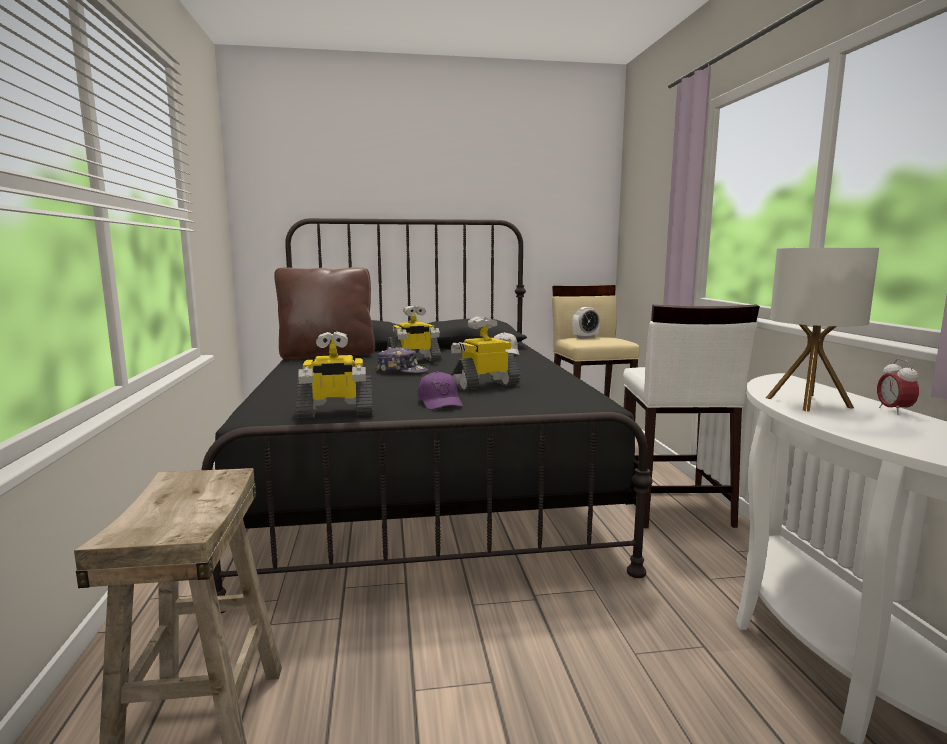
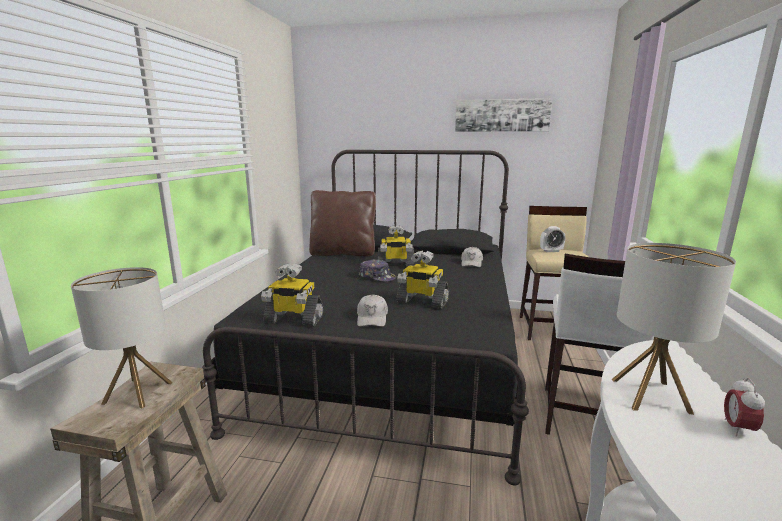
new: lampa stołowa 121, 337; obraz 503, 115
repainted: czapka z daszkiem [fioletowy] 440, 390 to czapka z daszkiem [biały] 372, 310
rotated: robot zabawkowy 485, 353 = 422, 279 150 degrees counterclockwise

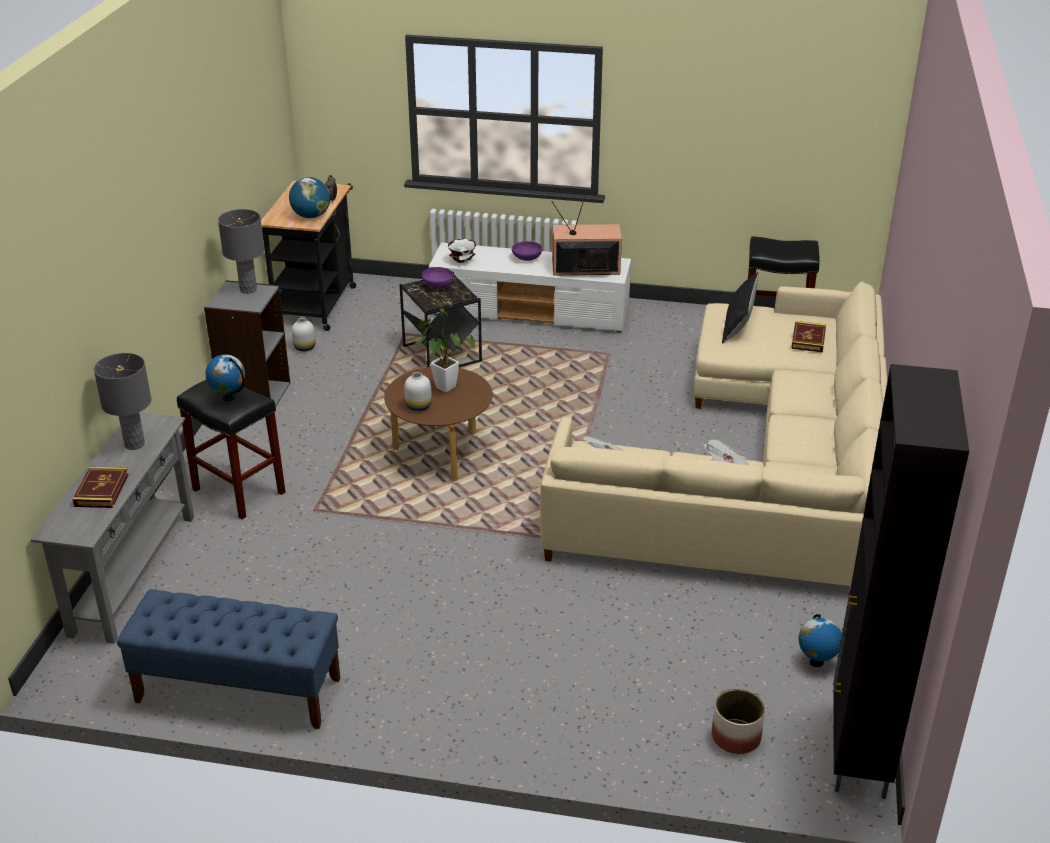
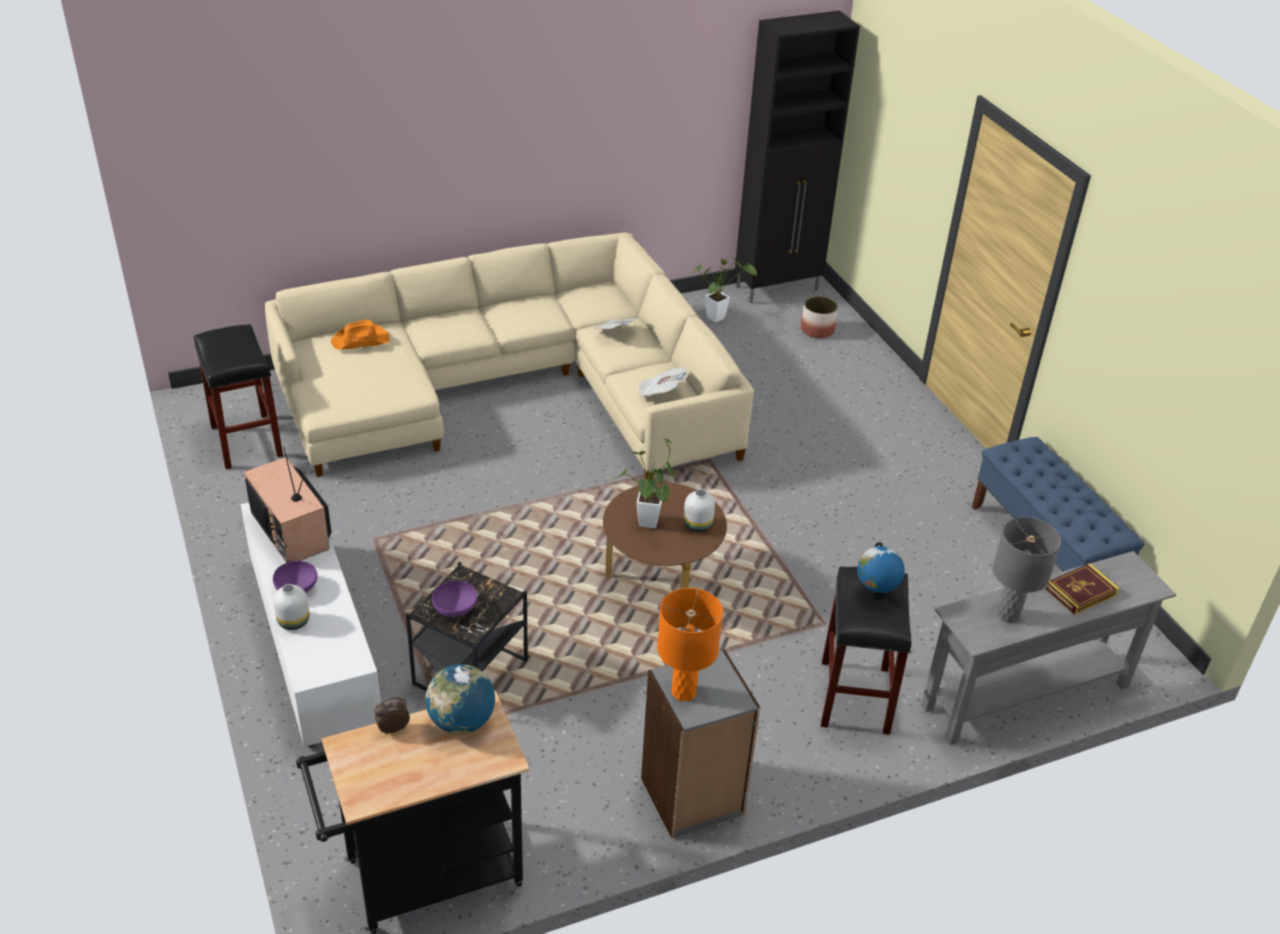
gone: miska [biały] 462, 251; poduszka [czarny] 740, 308
shifted: wazon [biały] 304, 335 to 291, 607
swapped: książka 808, 337 to kapelusz [pomarańczowy] 360, 334; globus 820, 640 to roślina doniczkowa 725, 290
repainted: lampa stołowa [szary] 241, 251 to lampa stołowa [pomarańczowy] 690, 644

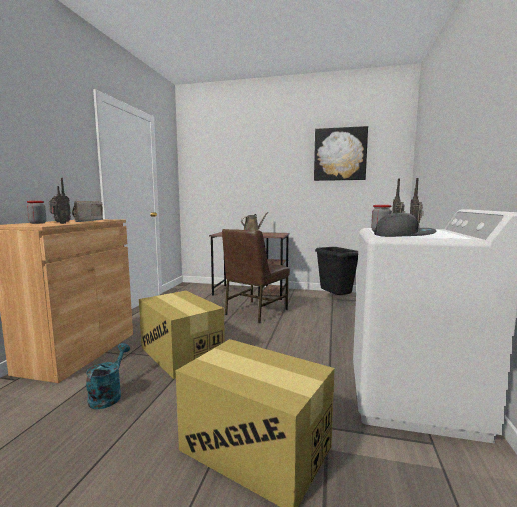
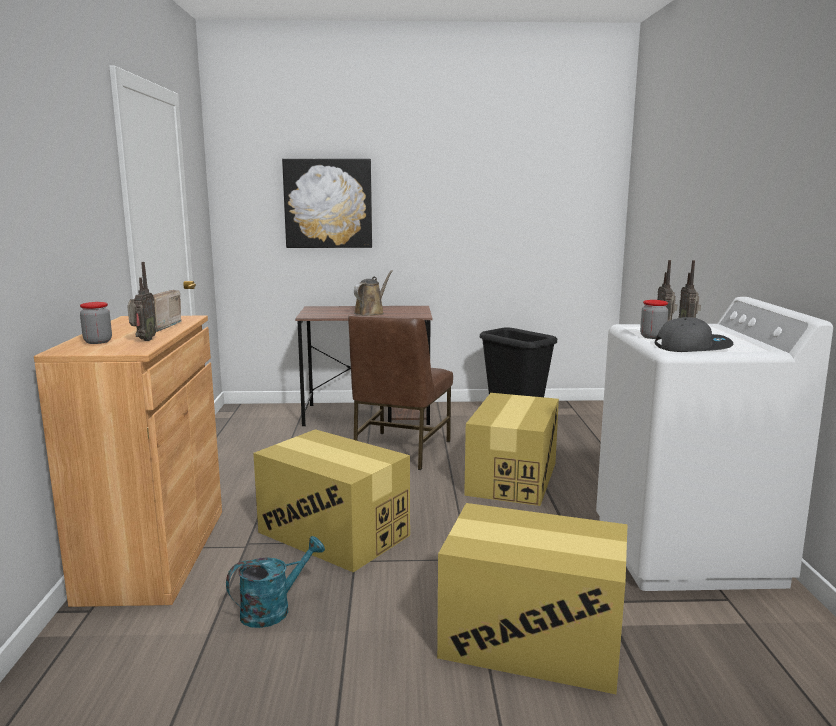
new: karton 511, 449
shifted: obraz 341, 153 to 327, 203
rotated: konewka [turkusowy] 108, 376 = 275, 582 60 degrees clockwise

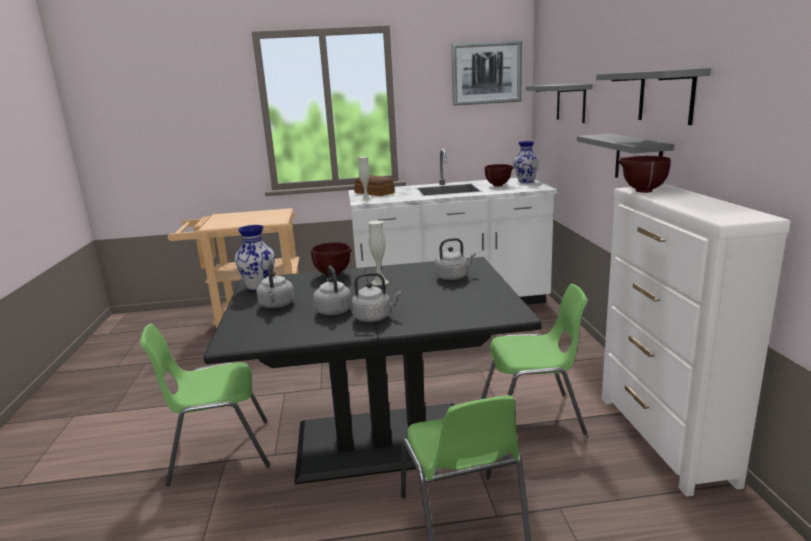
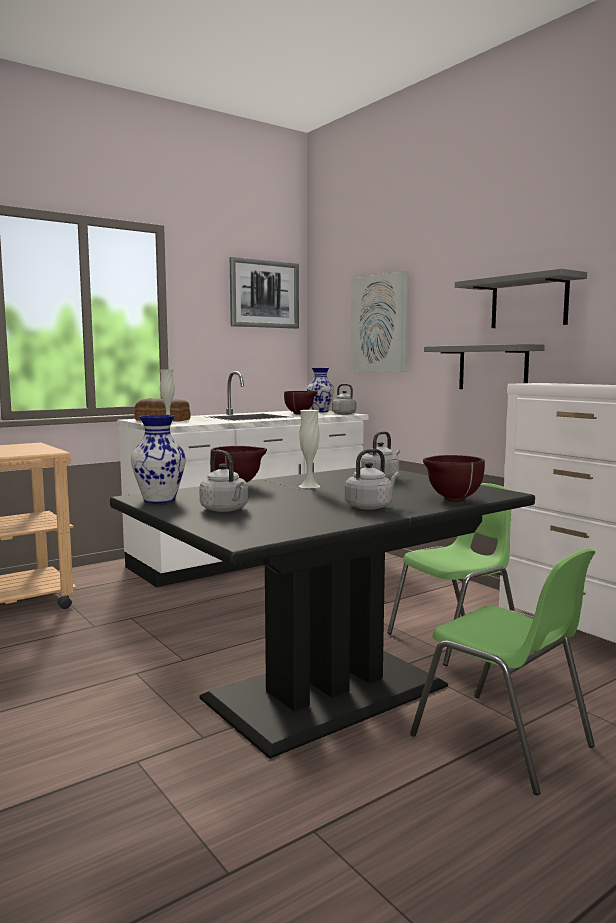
gone: krzesło [zielony] 205, 404
shifted: czajnik [szary] 332, 290 to 343, 399; miska [brązowy] 644, 174 to 454, 478
swapped: półka [szary] 559, 103 to obraz 379, 321

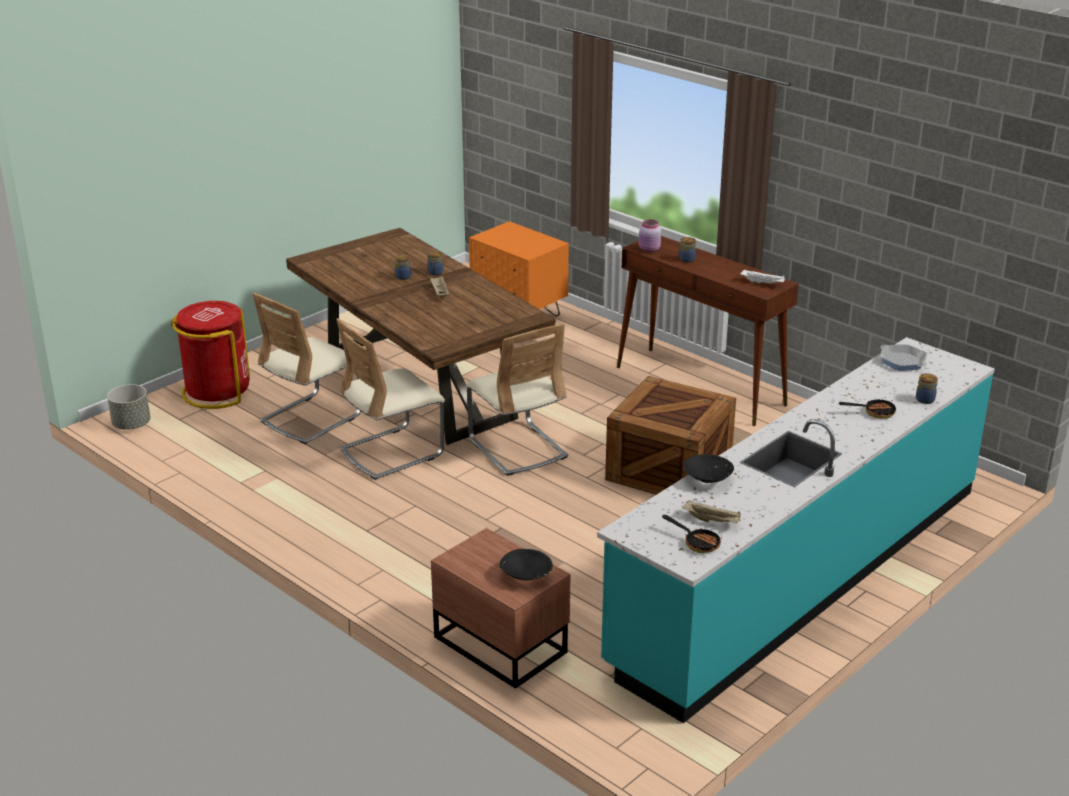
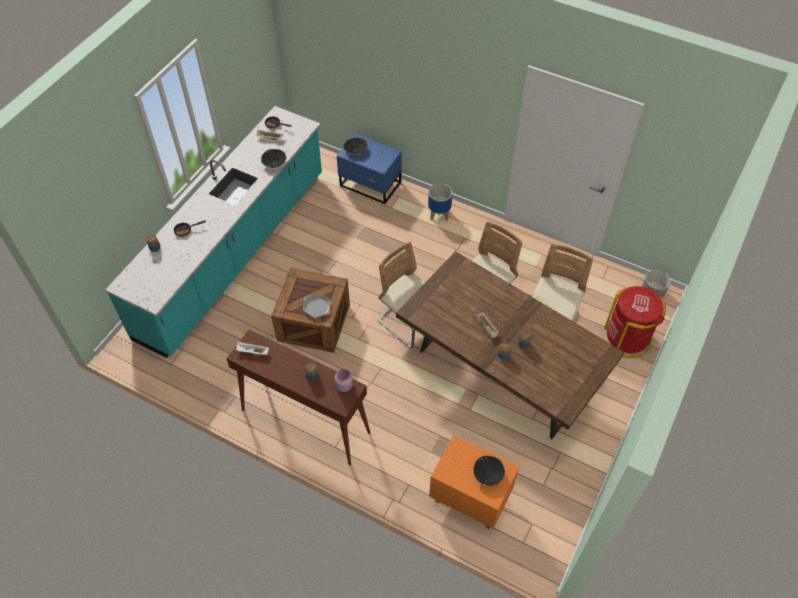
new: donica 440, 202; miska [czarny] 489, 471
shifted: patelnia 903, 357 to 317, 305
repainted: szafka nocna [brązowy] 500, 608 to szafka nocna [niebieski] 369, 169

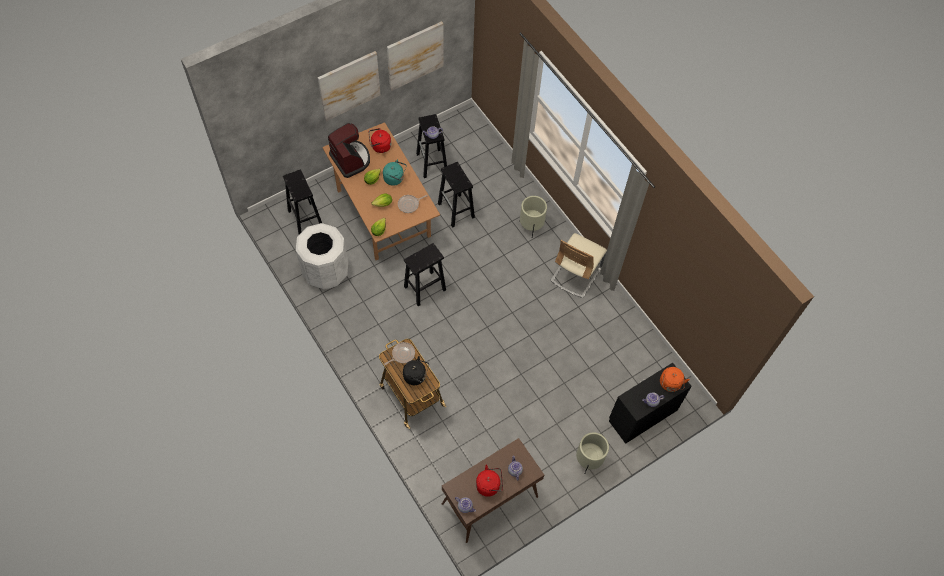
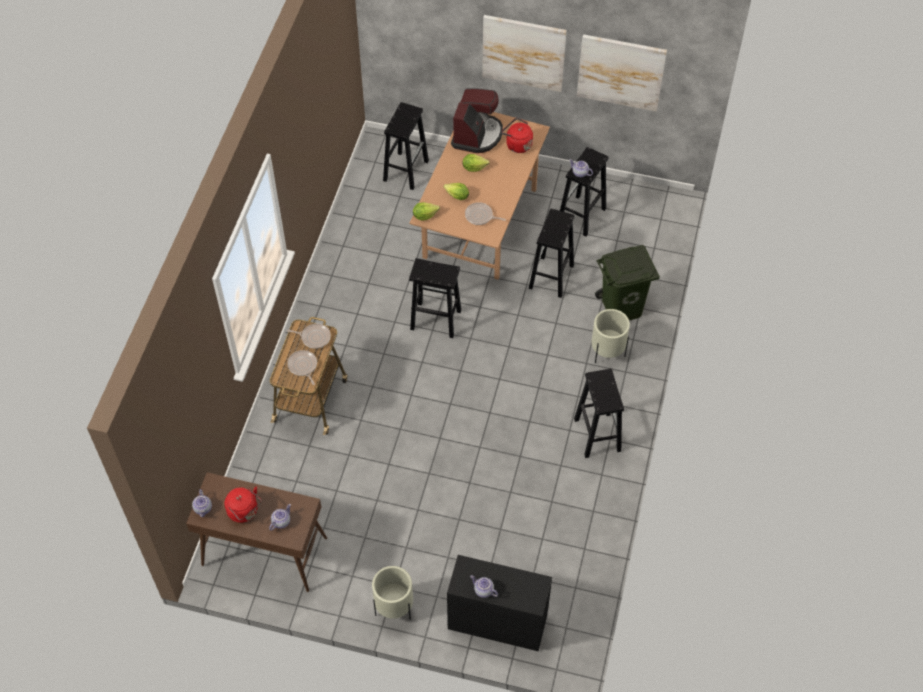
gone: kosz na śmieci [biały] 322, 256; czajnik [turkusowy] 395, 173; czajnik [pomarańczowy] 675, 379
new: kosz na śmieci [zielony] 627, 282
swapped: czajnik [czarny] 416, 370 to patelnia 302, 367; krzesło [beżowy] 578, 265 to stołek [czarny] 599, 413

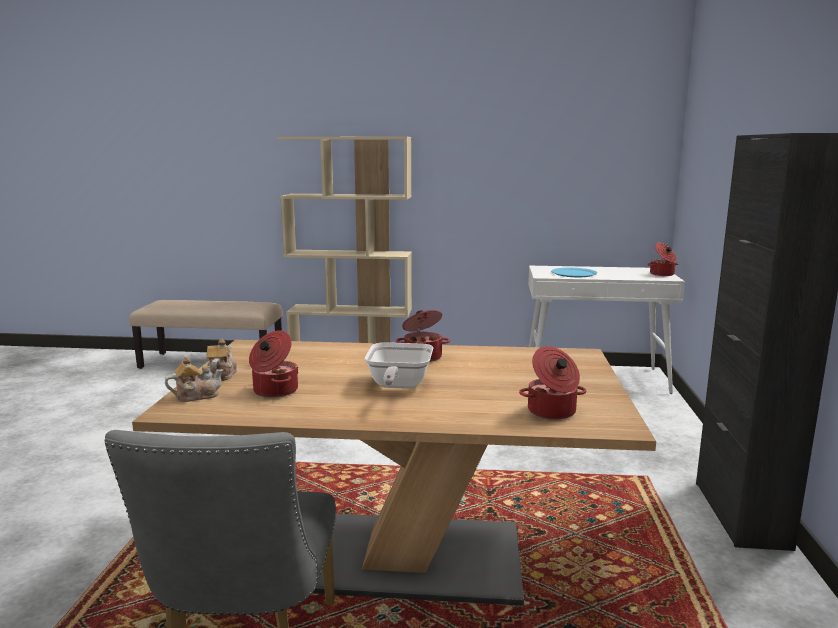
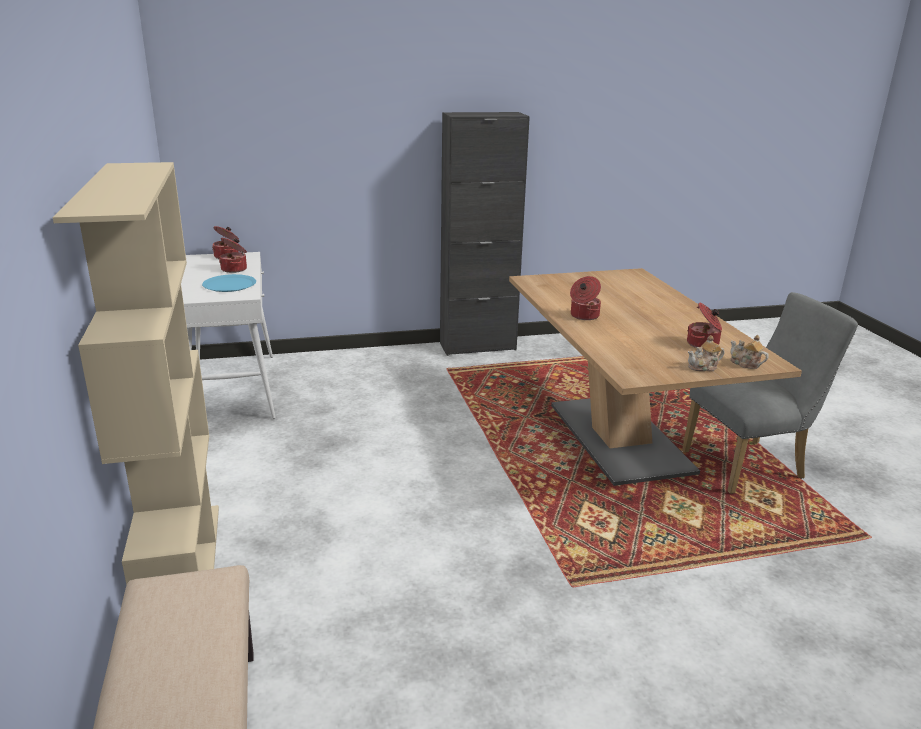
gone: patelnia 399, 365
shifted: garnek 552, 383 to 233, 255

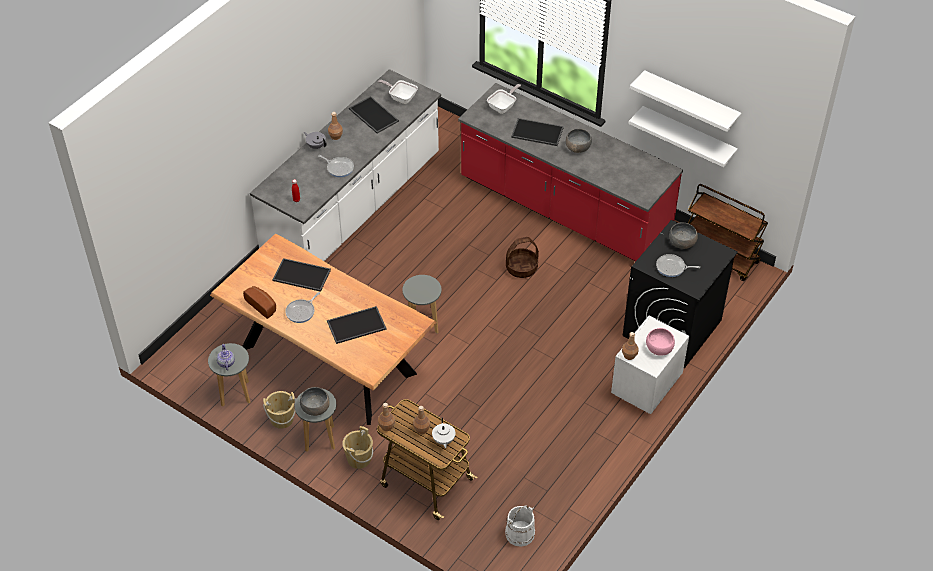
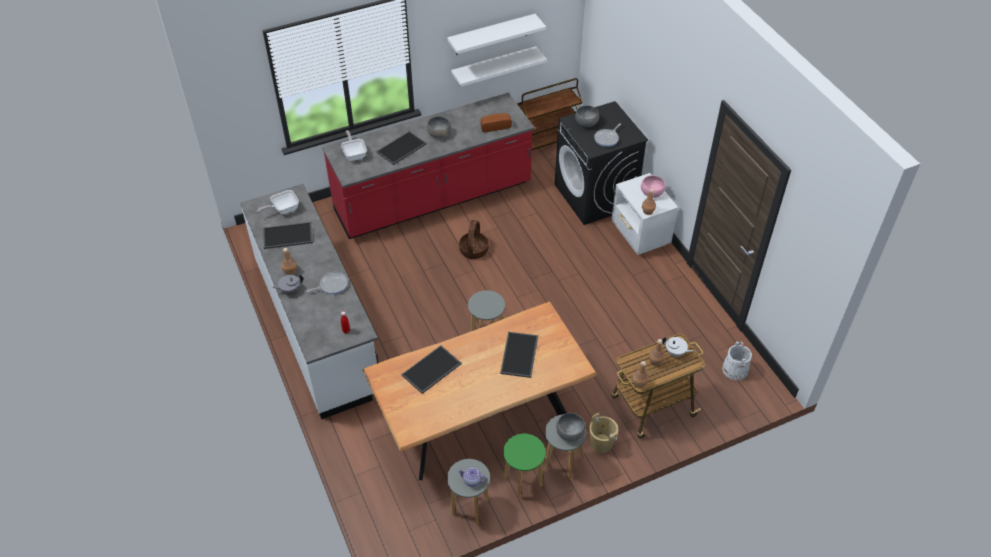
gone: patelnia 302, 307
shifted: chleb 259, 302 to 496, 123
swapped: wiadro [beżowy] 279, 410 to stołek [zielony] 524, 466

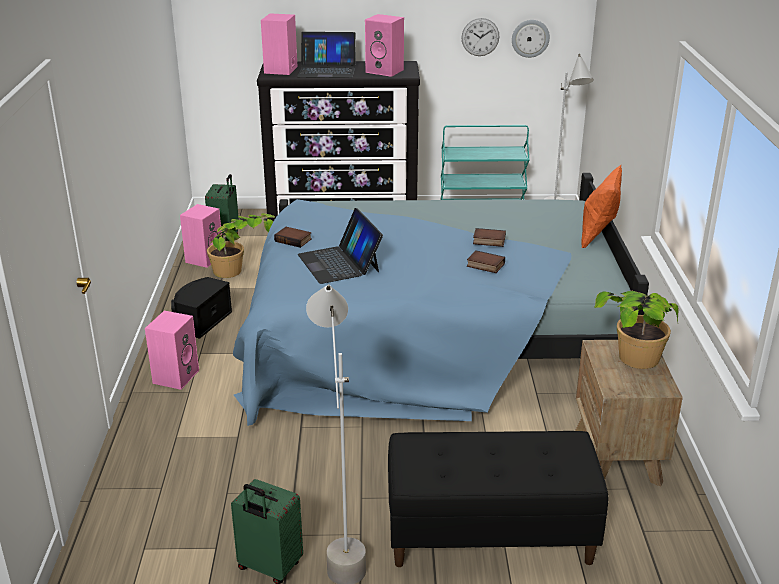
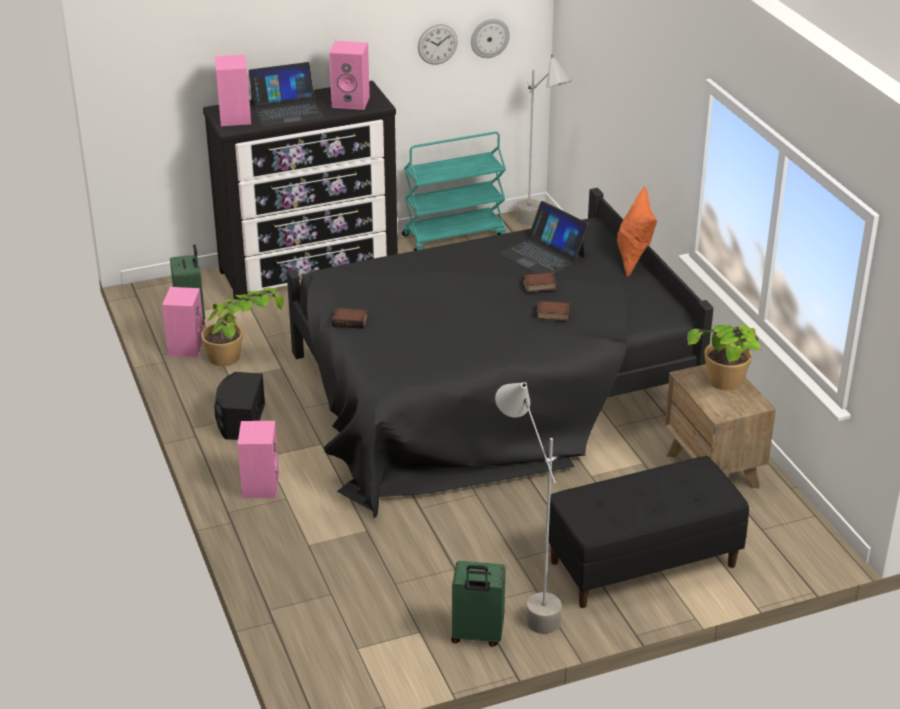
shifted: laptop 340, 246 to 544, 237
repainted: łóżko [niebieski] 441, 299 to łóżko [czarny] 500, 353

